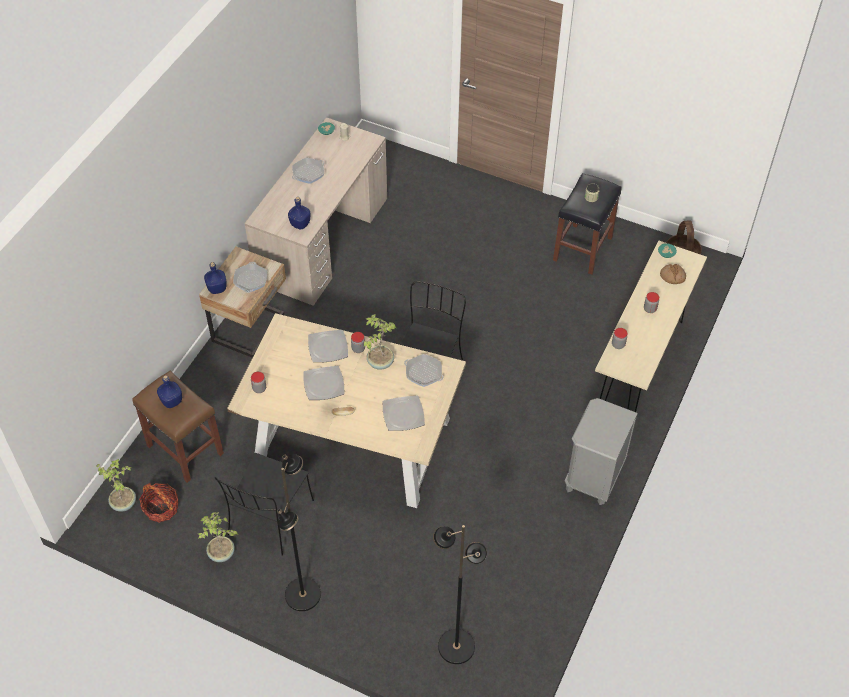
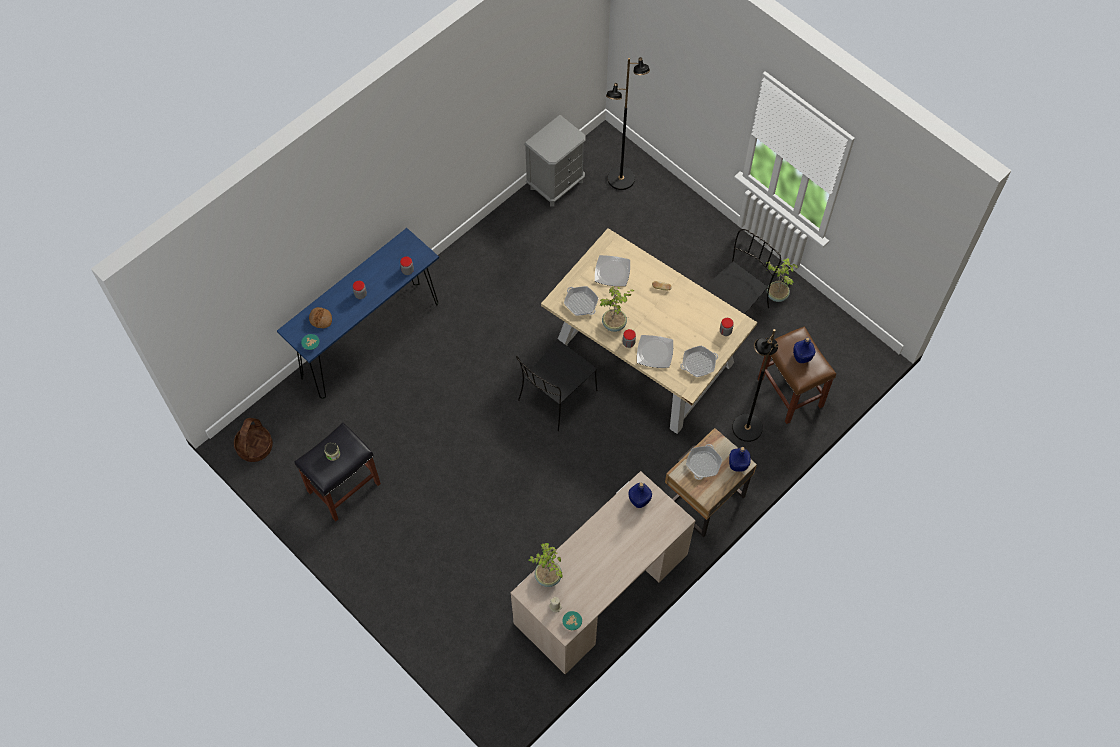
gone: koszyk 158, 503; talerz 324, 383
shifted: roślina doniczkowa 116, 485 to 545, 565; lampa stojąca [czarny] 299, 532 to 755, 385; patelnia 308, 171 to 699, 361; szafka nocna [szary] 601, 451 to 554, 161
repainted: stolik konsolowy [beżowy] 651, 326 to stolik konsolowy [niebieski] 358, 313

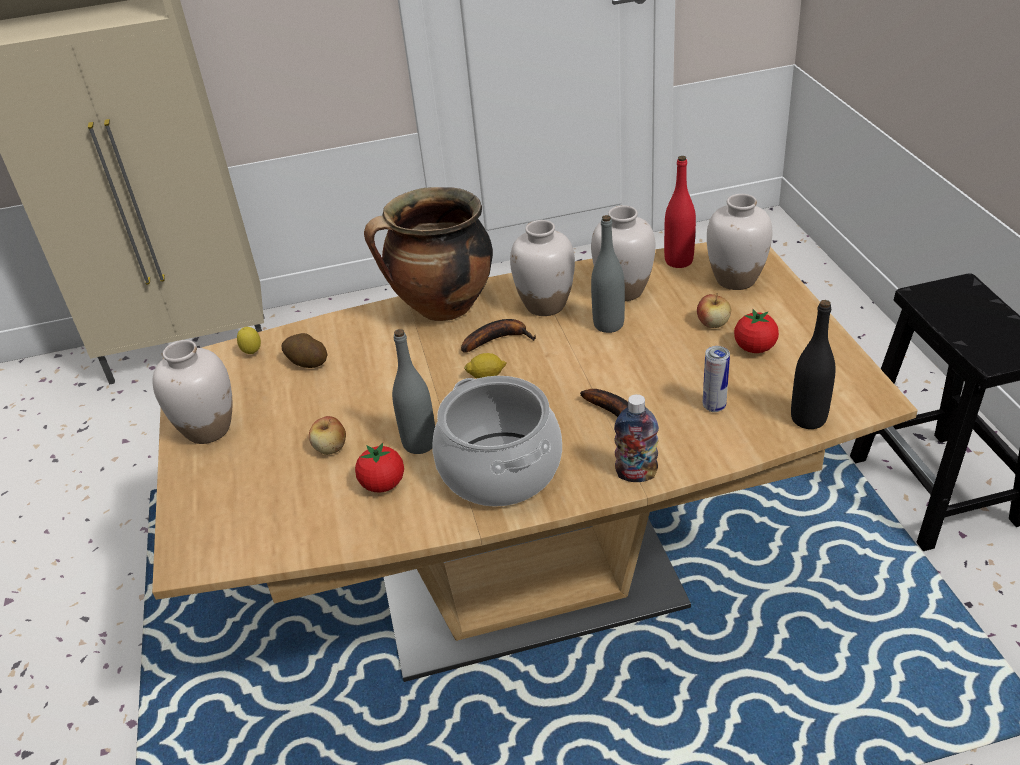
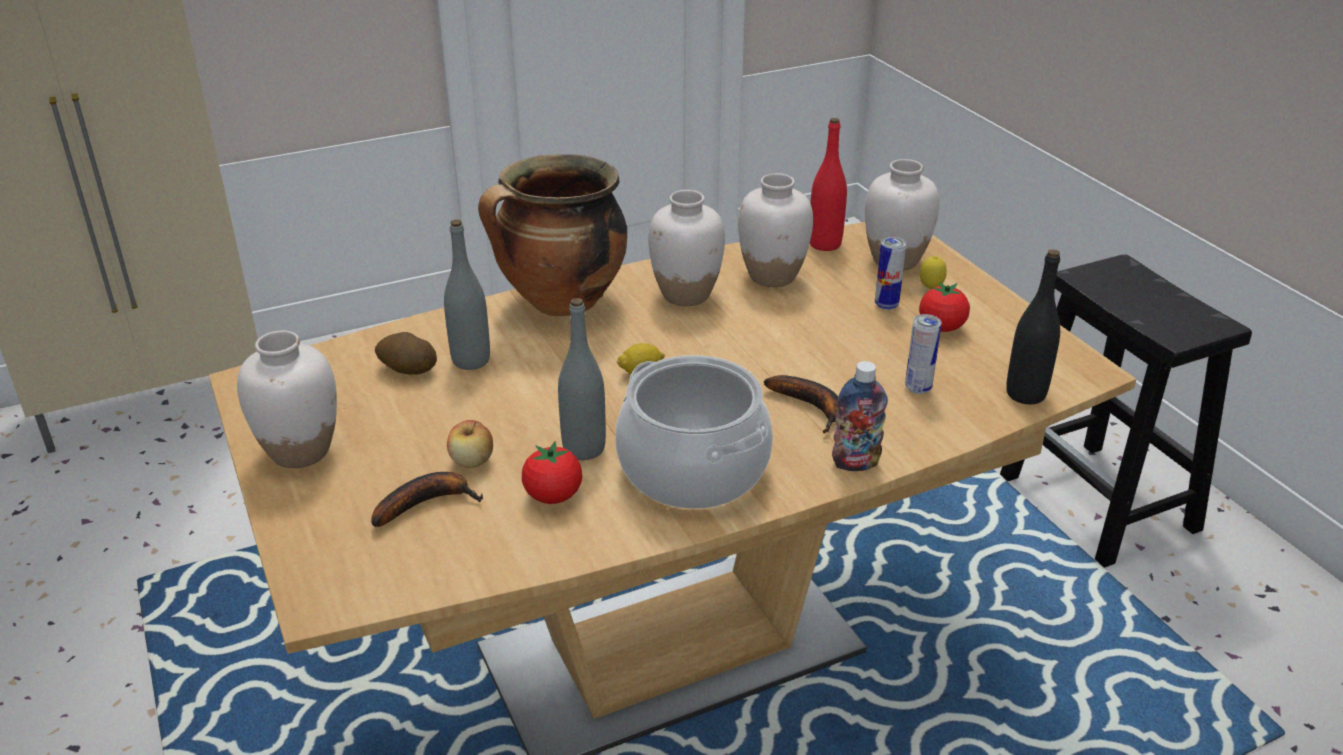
shifted: cytryna 249, 340 to 933, 273; banan 498, 336 to 427, 499; butelka [szary] 608, 274 to 467, 294
swapped: jabłko 714, 311 to puszka 890, 273

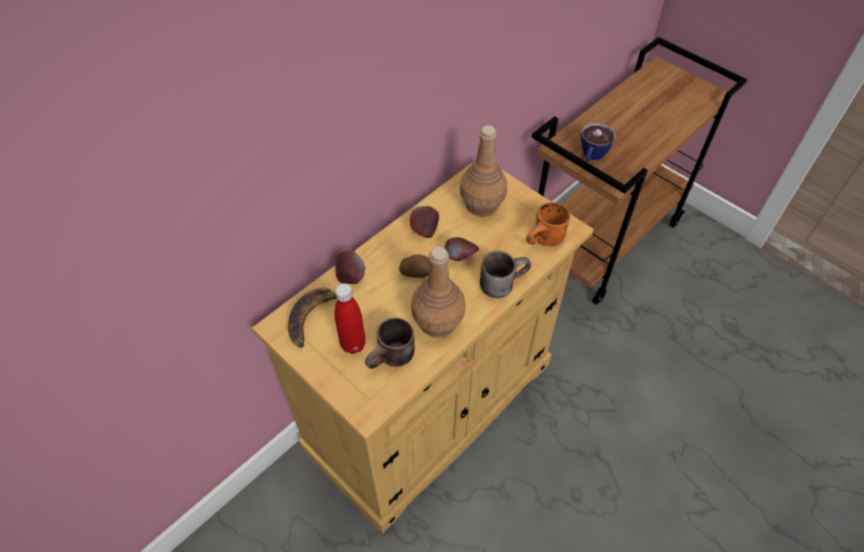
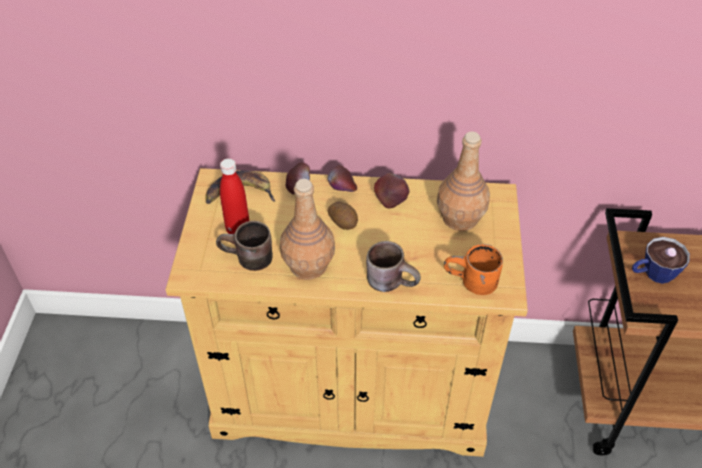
shifted: jabłko 461, 249 to 342, 178

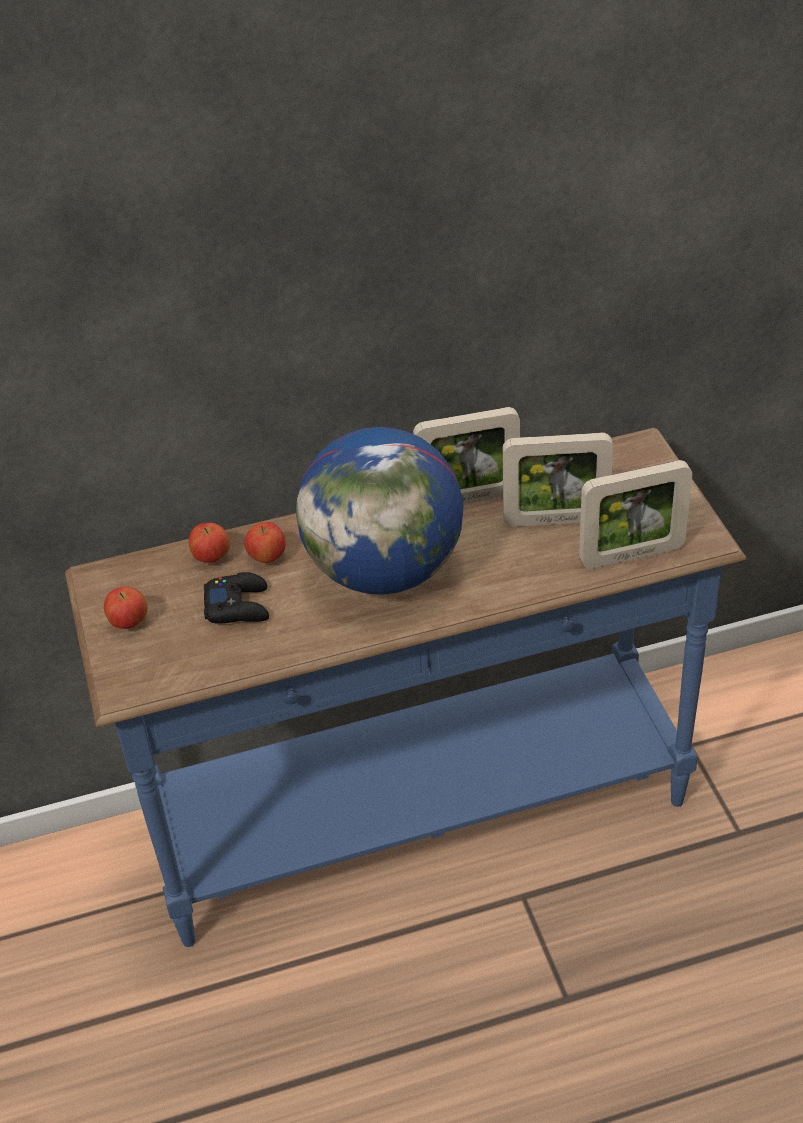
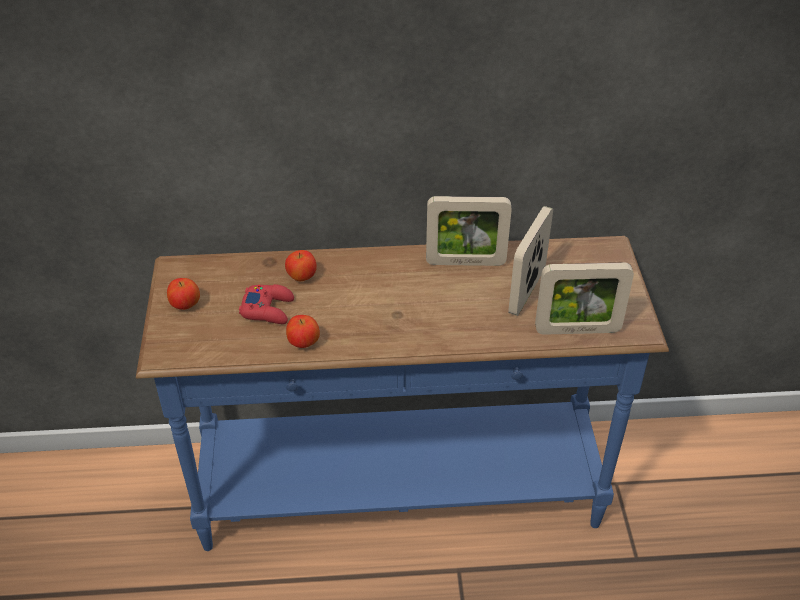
gone: globus 379, 511
shifted: jabłko 209, 543 to 303, 331
repainted: pad do gier [czarny] 236, 598 to pad do gier [czerwony] 266, 304
rotated: ramka na zdjęcie 558, 480 = 530, 261 105 degrees clockwise

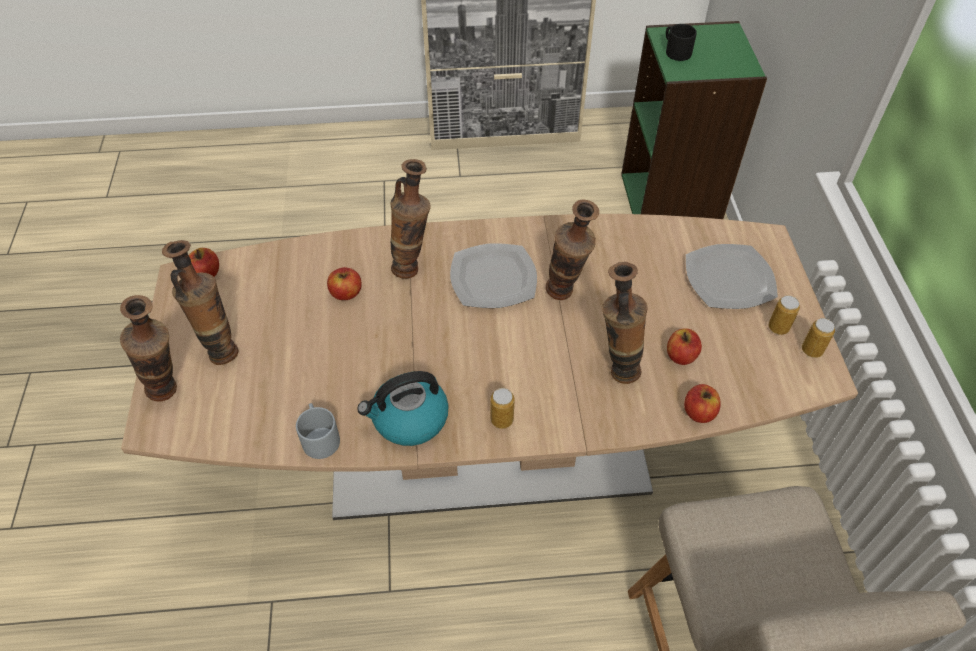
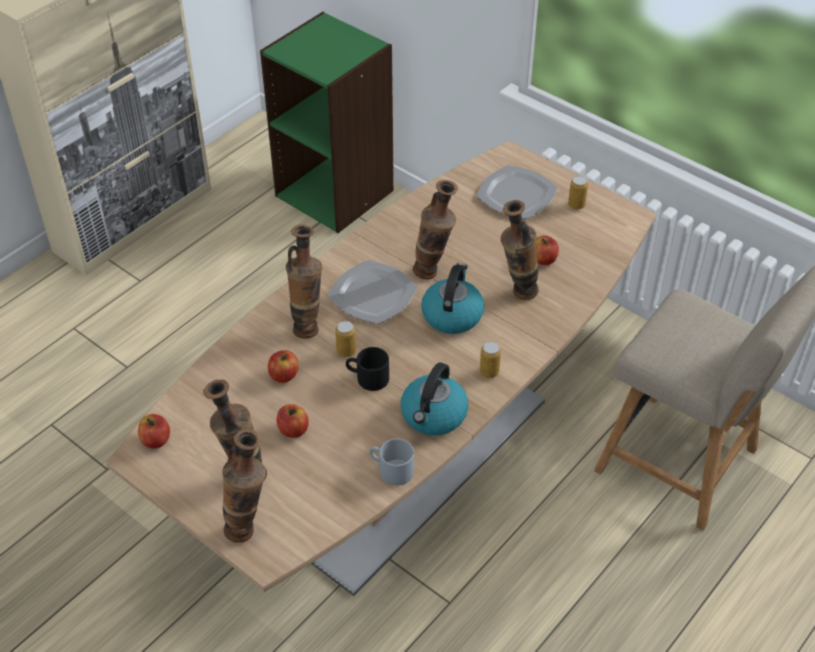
new: czajnik 452, 298
shifted: kubek [czarny] 681, 42 to 367, 369; jabłko 702, 403 to 293, 421; puszka 818, 338 to 345, 339

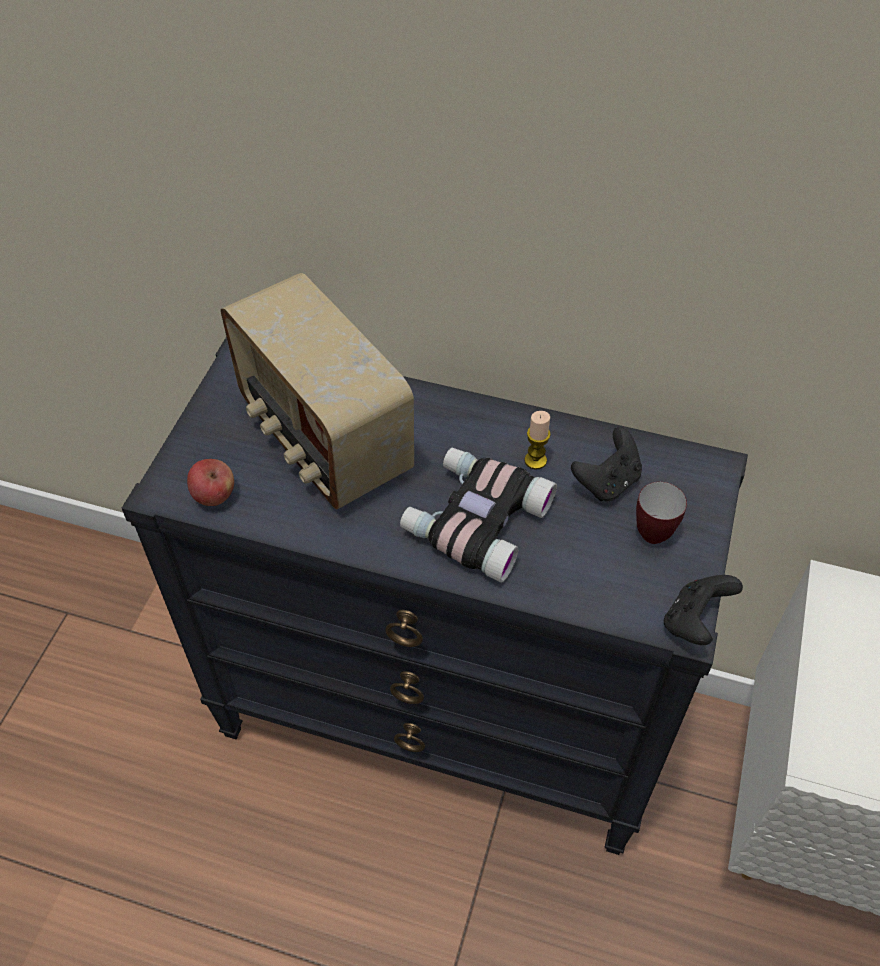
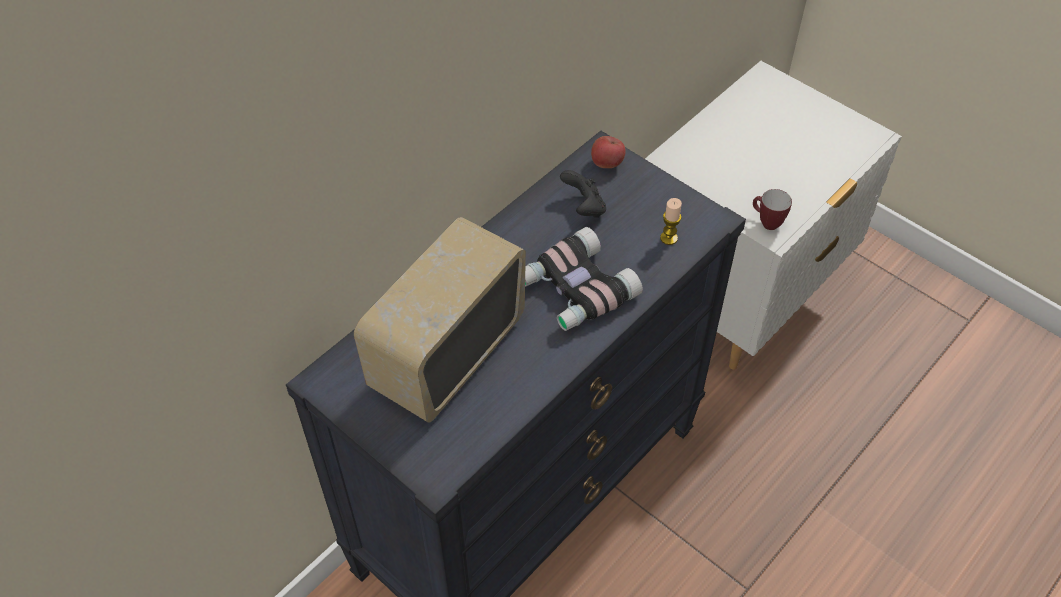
gone: pad do gier [czarny] 703, 610
shifted: jabłko 210, 482 to 608, 152; świeca 537, 440 to 671, 221; kubek 661, 513 to 772, 209
rotated: radio 317, 391 = 440, 320 135 degrees clockwise

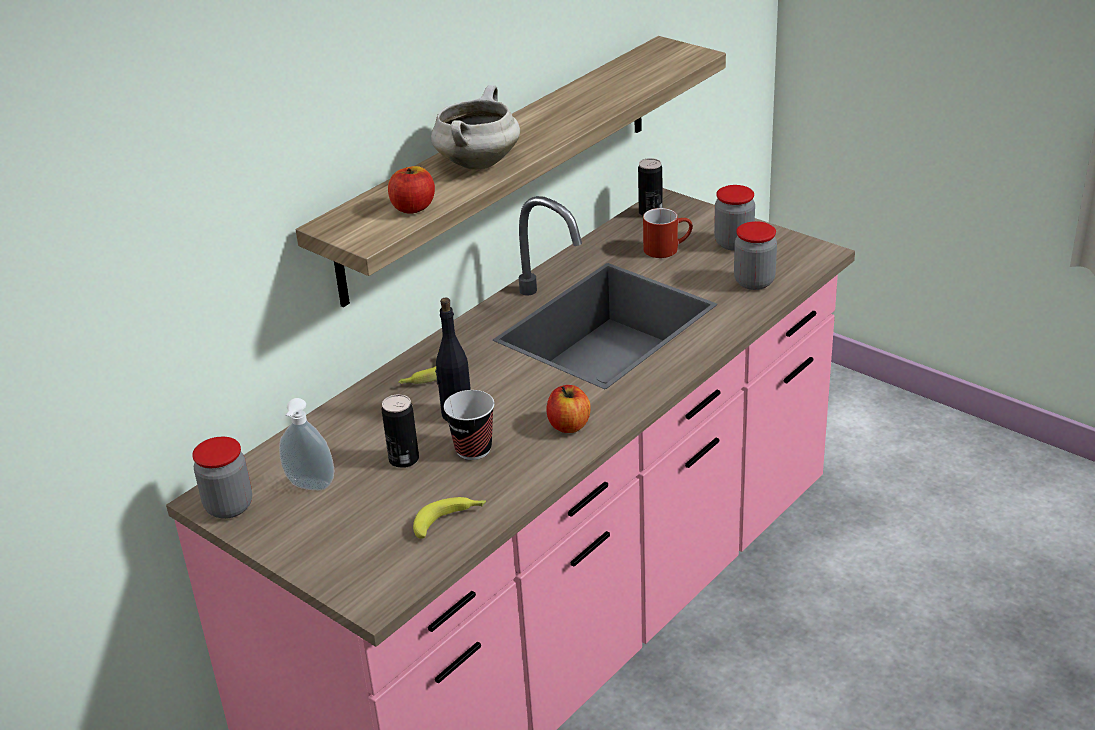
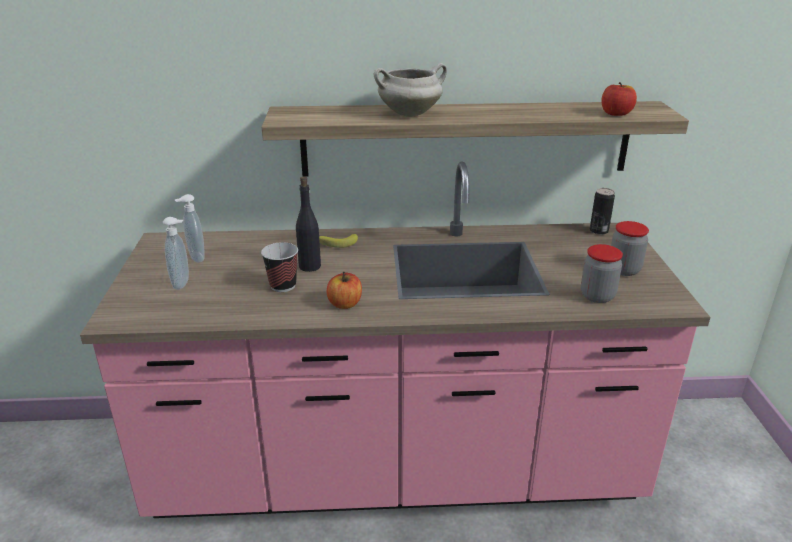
gone: słoik 222, 478; puszka 400, 431; banan 449, 518; kubek [czerwony] 668, 233
new: dozownik mydła 176, 253
shifted: jabłko 411, 190 to 619, 99

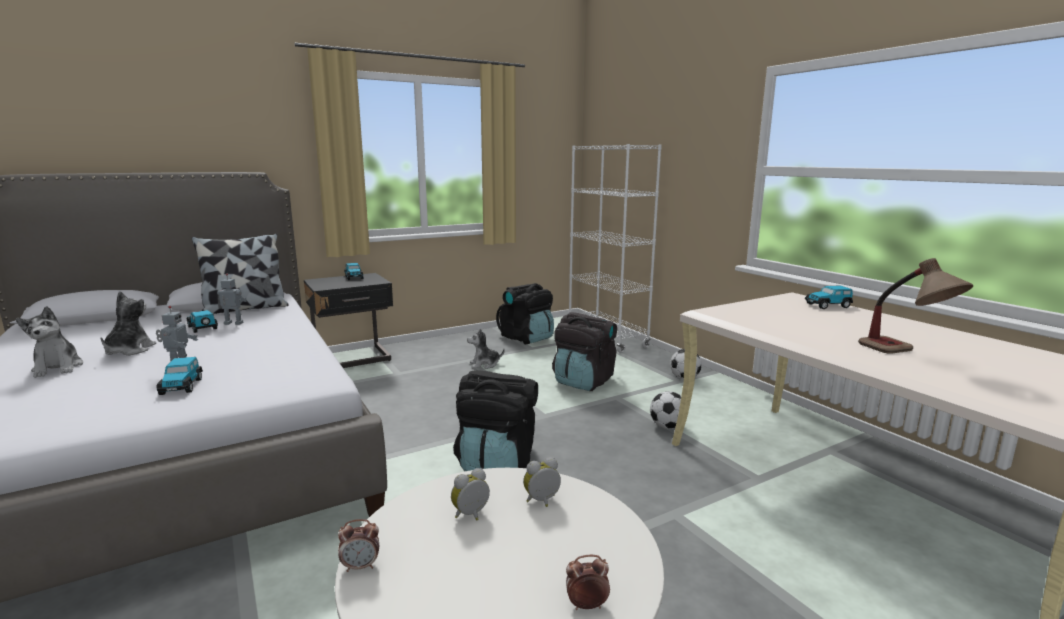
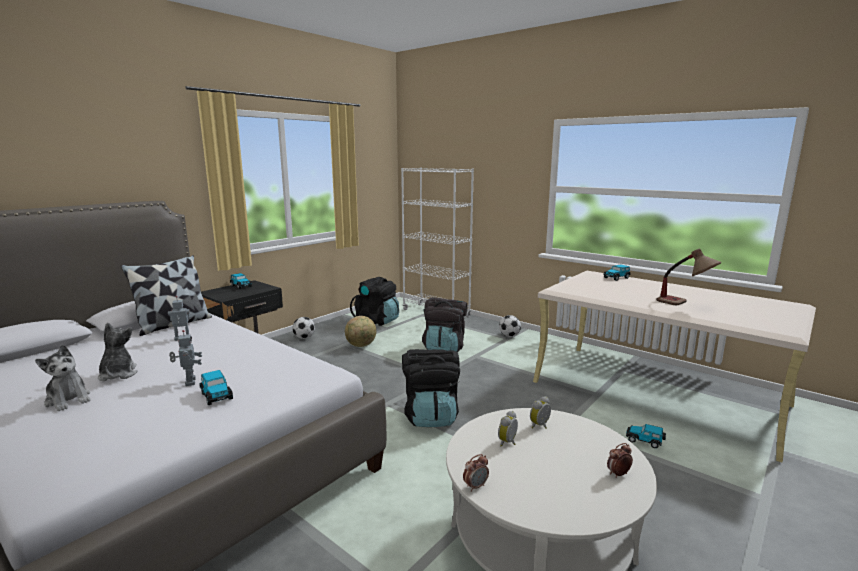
shifted: samochodzik 202, 321 to 646, 436; piłka futbolowa 665, 410 to 303, 328
swapped: pluszak 485, 349 to globus 360, 331

